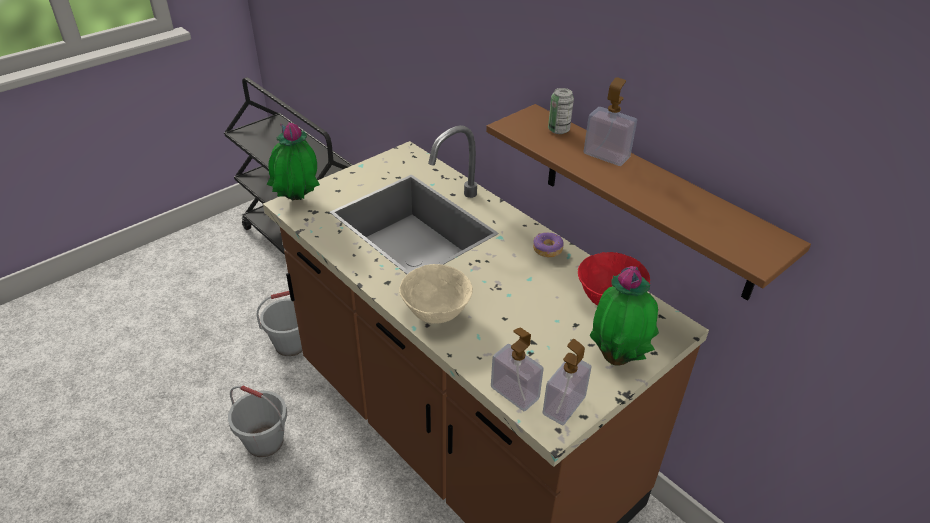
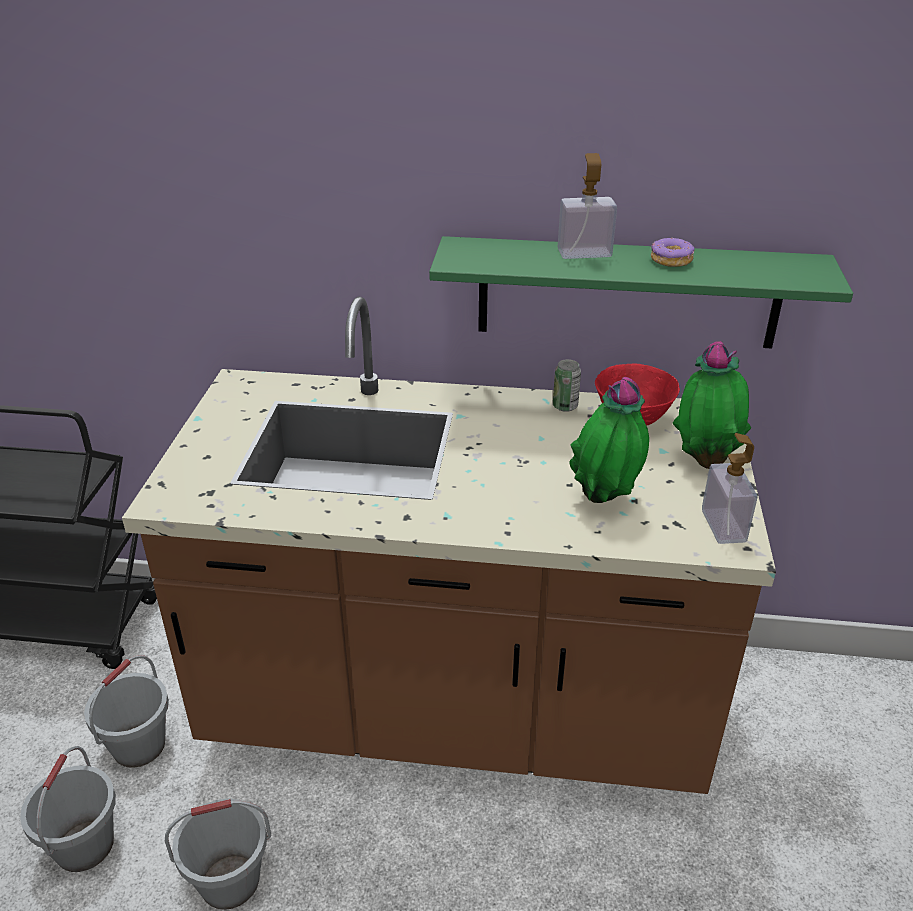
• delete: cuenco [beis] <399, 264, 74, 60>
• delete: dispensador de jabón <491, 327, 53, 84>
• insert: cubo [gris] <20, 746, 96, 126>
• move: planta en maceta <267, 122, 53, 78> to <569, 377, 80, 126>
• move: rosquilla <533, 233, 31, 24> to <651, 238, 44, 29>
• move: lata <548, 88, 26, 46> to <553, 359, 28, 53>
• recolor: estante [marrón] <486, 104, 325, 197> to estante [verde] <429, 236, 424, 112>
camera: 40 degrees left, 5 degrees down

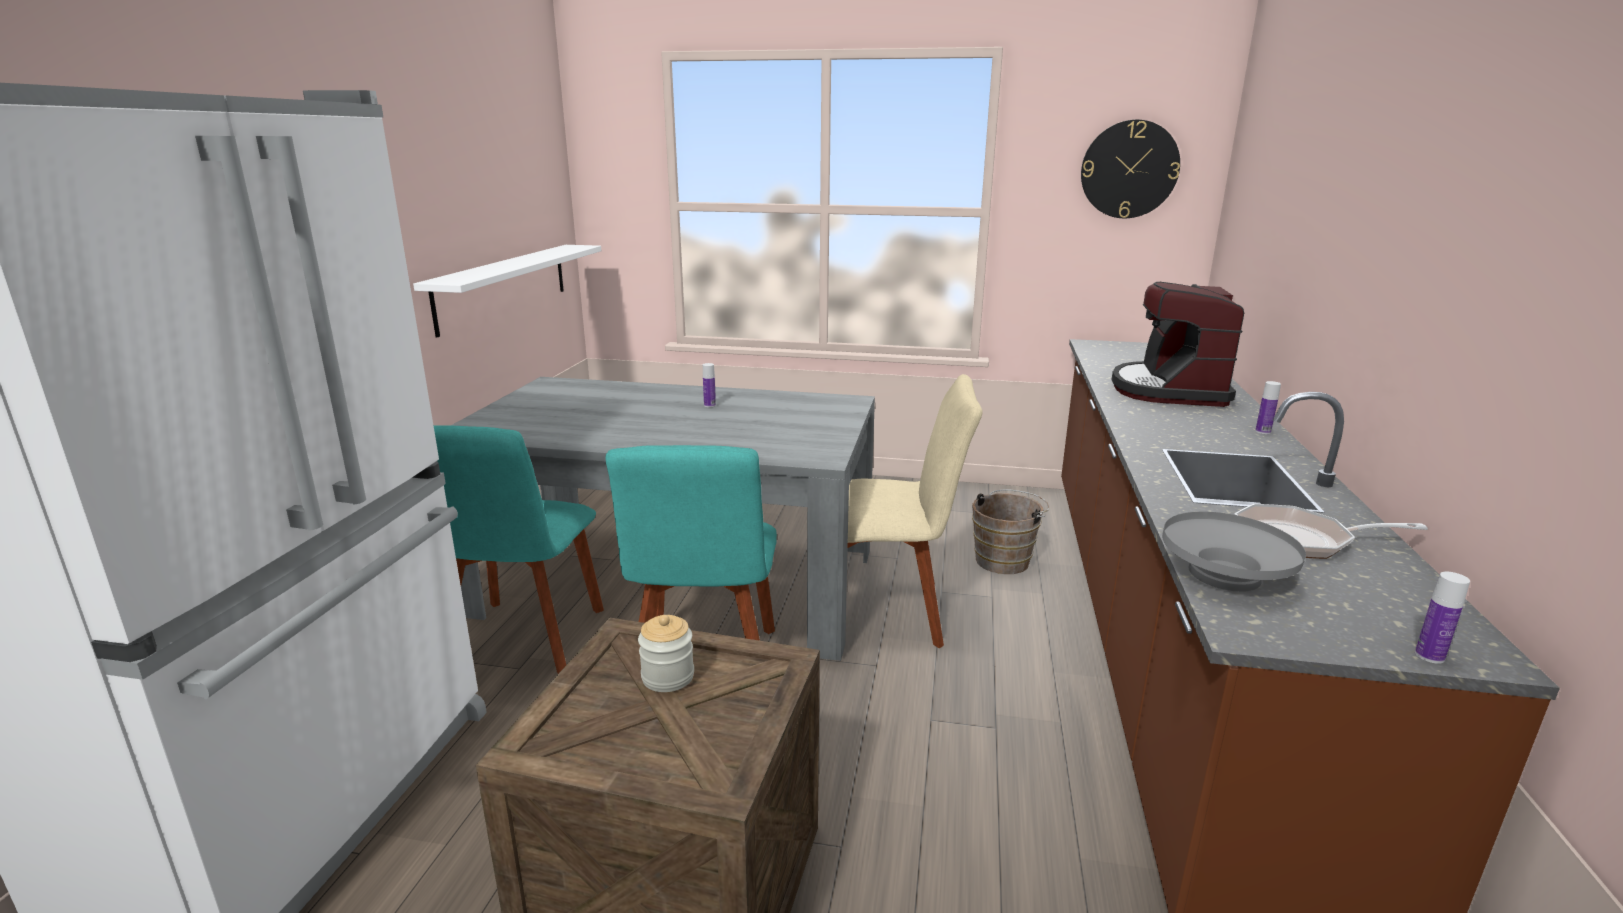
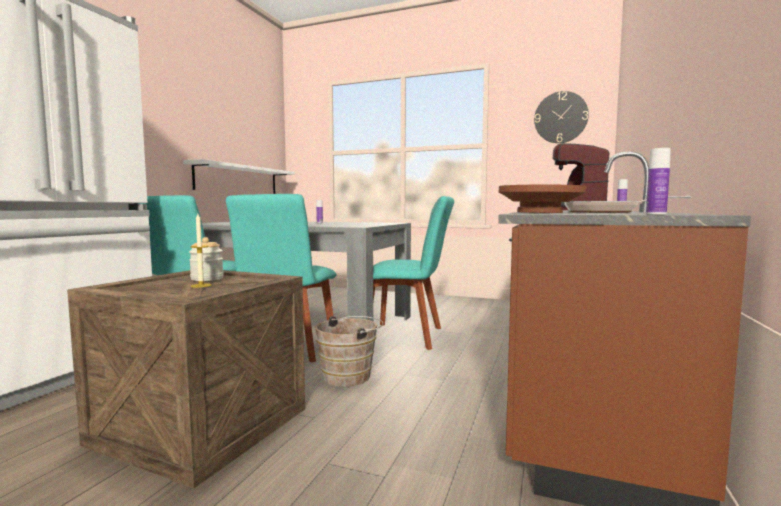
• insert: vela <191, 214, 21, 74>
• move: cubo [marrón] <972, 490, 77, 84> to <315, 316, 68, 71>
• recolor: silla [beis] <848, 374, 134, 274> to silla [turquesa] <373, 196, 81, 154>
• recolor: cuenco [gris] <1162, 512, 144, 80> to cuenco [marrón] <499, 185, 87, 28>
camera: 10 degrees right, 15 degrees down

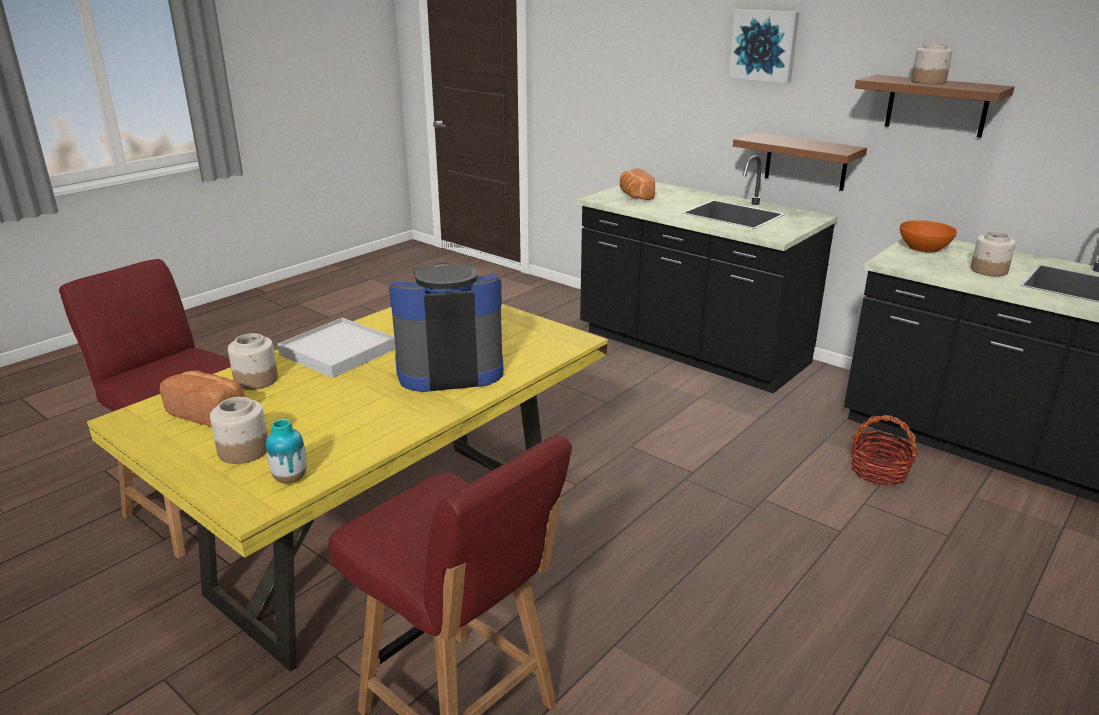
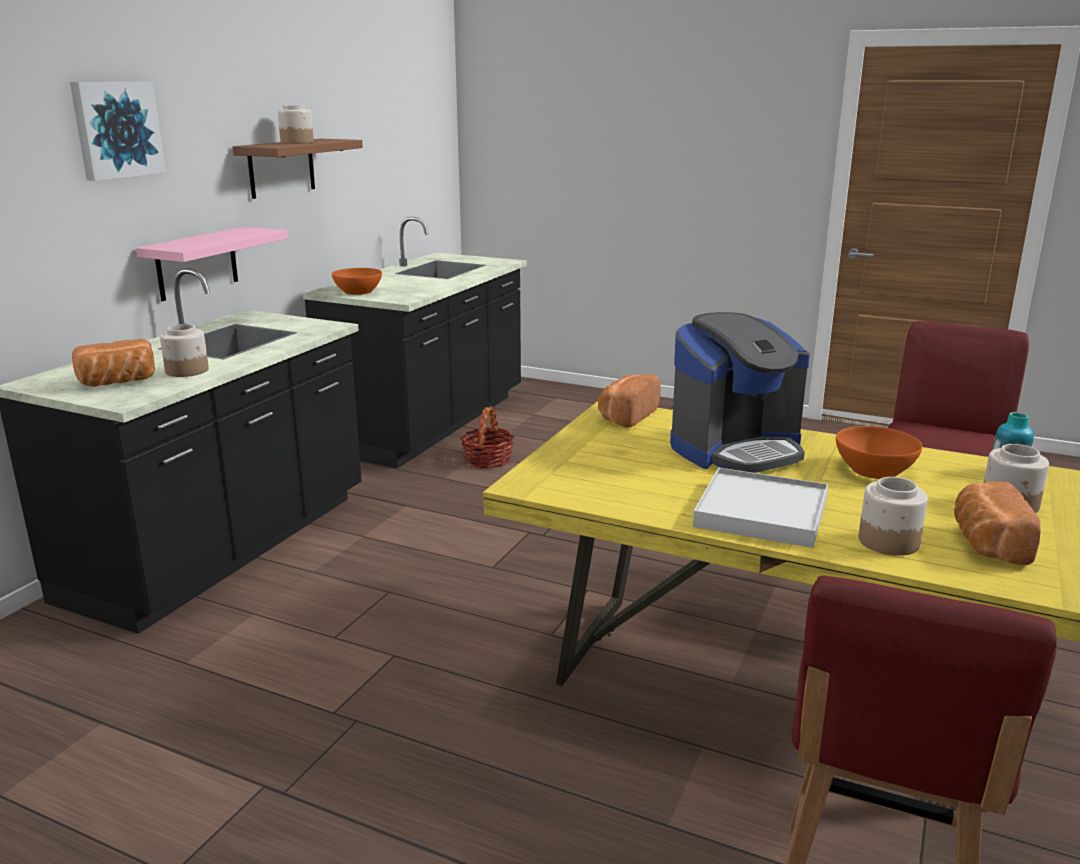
• insert: pan <598, 374, 63, 54>
• insert: cuenco [naranja] <836, 426, 86, 53>
• move: tarro <971, 232, 45, 45> to <160, 324, 49, 53>
• recolor: estante [marrón] <733, 132, 134, 59> to estante [rosa] <136, 227, 152, 74>
• rotate: cafetera <389, 263, 114, 129> = <670, 312, 140, 161> 90 degrees counterclockwise
camera: 105 degrees left, 5 degrees down

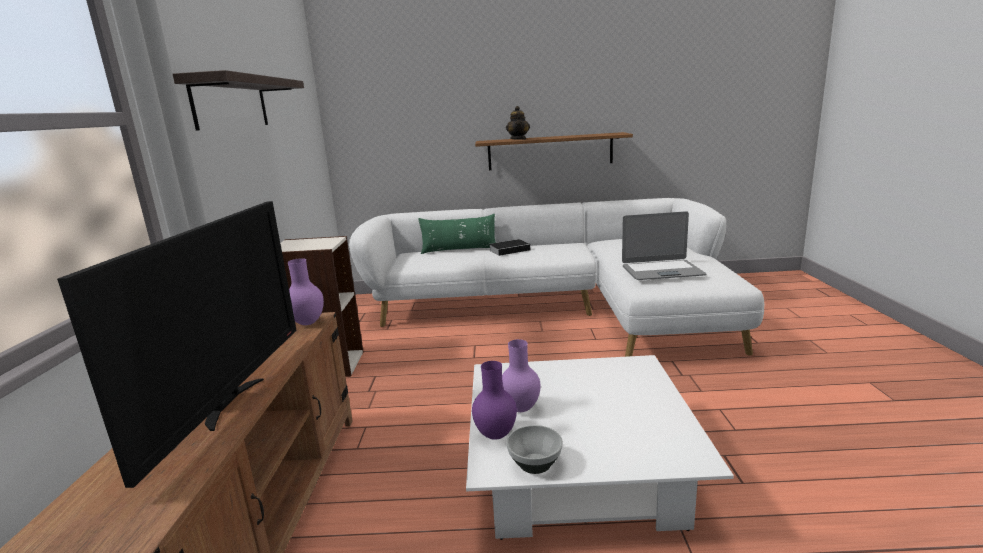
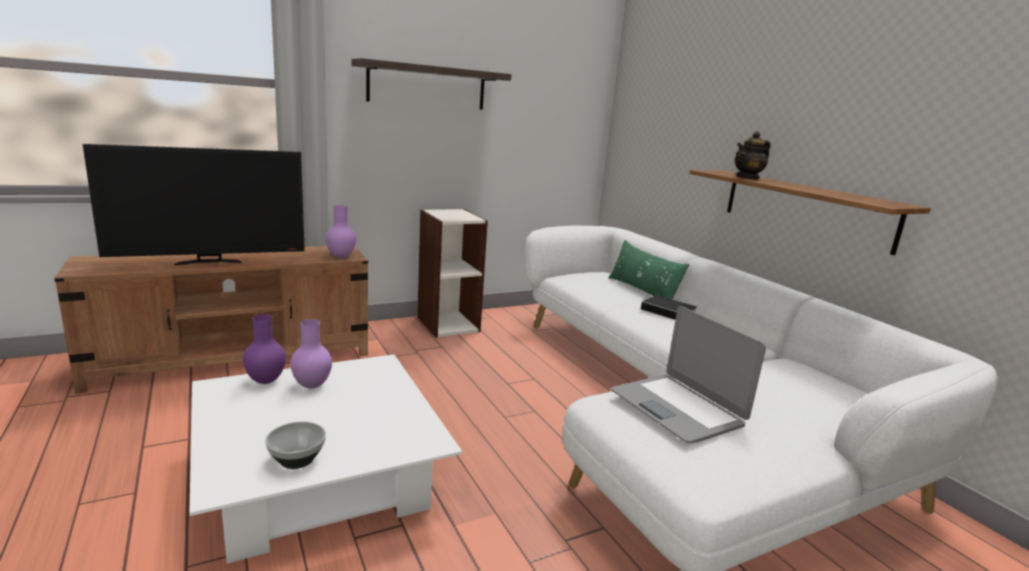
• move: cuenco <506, 425, 57, 49> to <265, 422, 61, 47>
camera: 60 degrees right, 0 degrees up

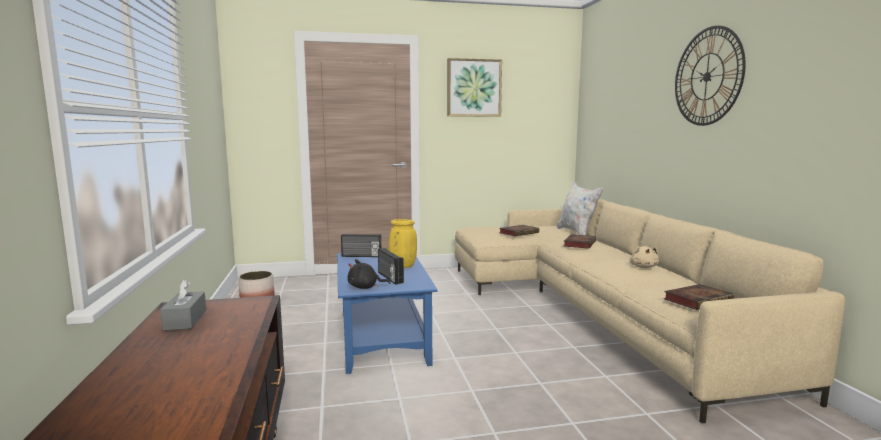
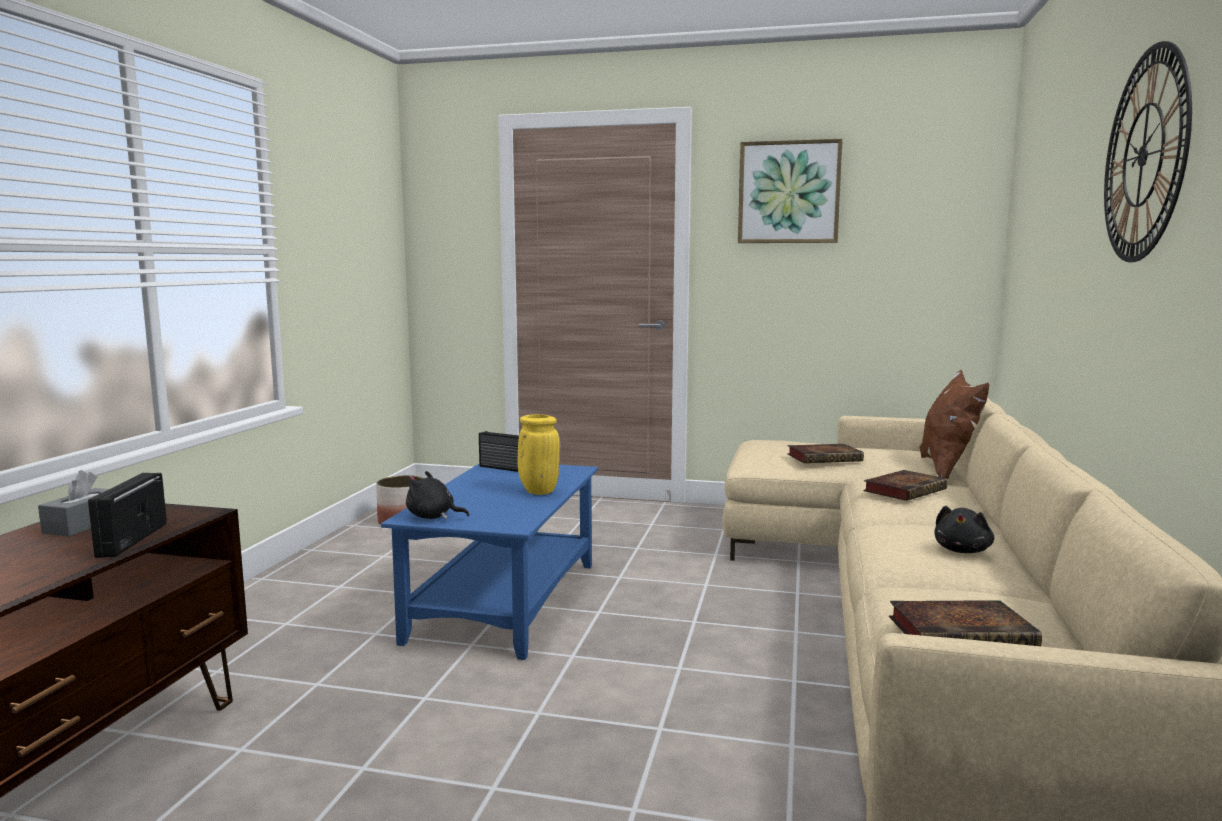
• move: radio <378, 248, 26, 37> to <88, 473, 79, 85>
• recolor: cojín [blanco] <557, 182, 46, 53> to cojín [marrón] <920, 370, 70, 109>
• recolor: peluche [beis] <629, 246, 30, 22> to peluche [negro] <934, 506, 60, 47>
camera: 25 degrees right, 0 degrees up

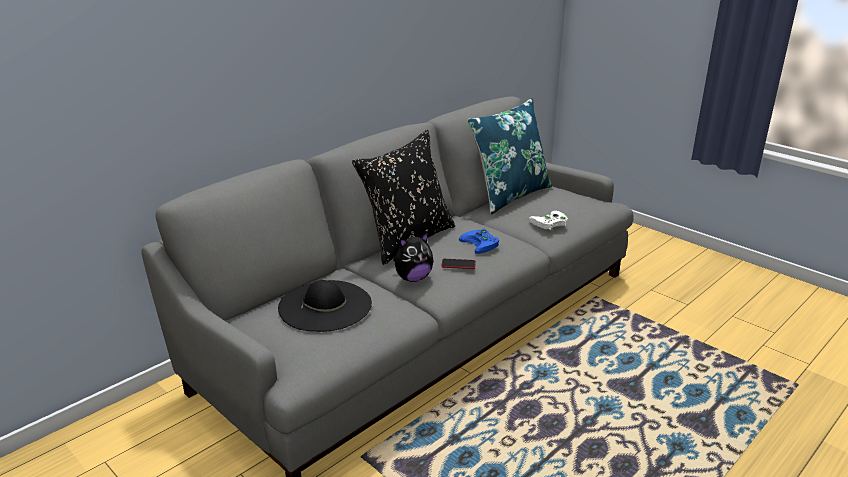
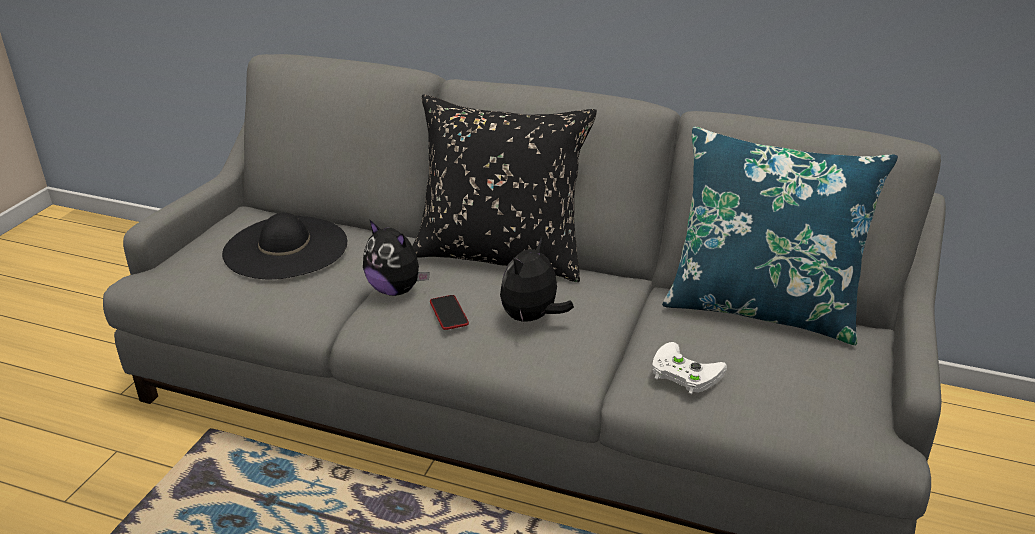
• replace: mando de consola [azul] <459, 228, 40, 26> to peluche <500, 238, 74, 85>
camera: 65 degrees right, 5 degrees up

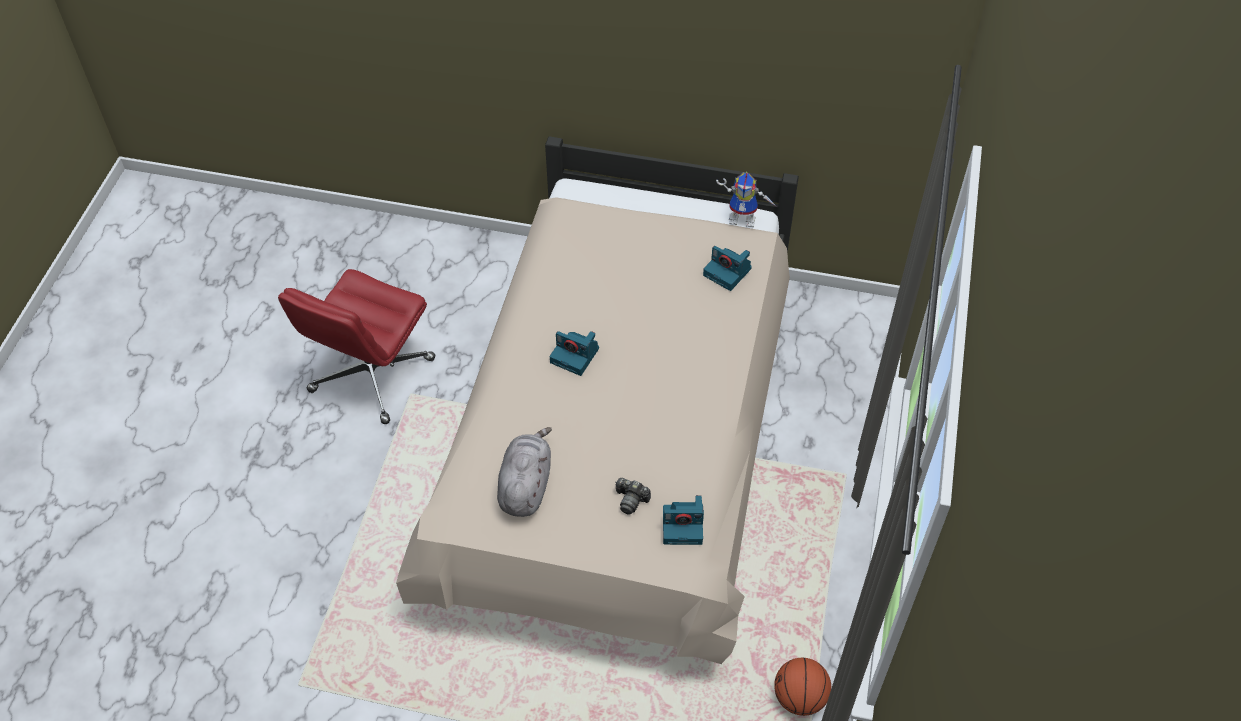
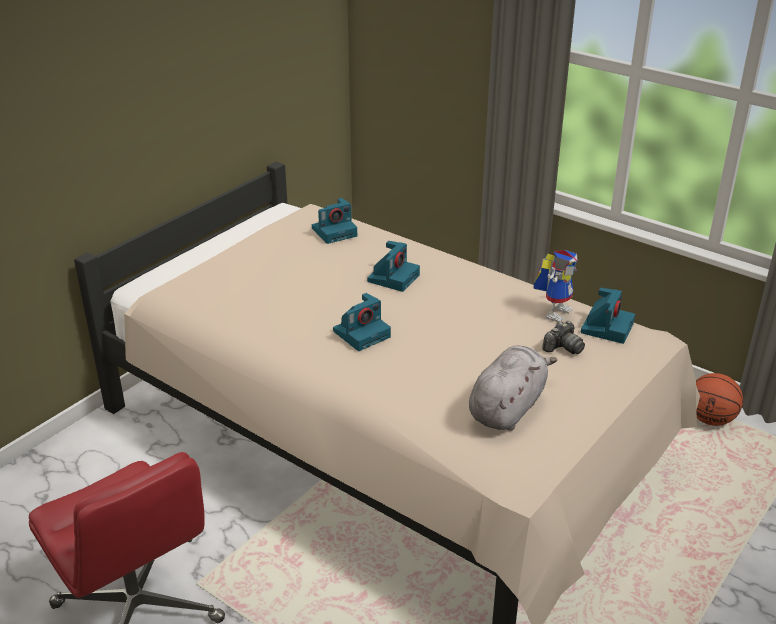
• insert: cámara <367, 241, 53, 51>
• move: robot de juguete <716, 172, 62, 55> to <533, 250, 44, 73>
• rotate: peluche [gris] <497, 427, 55, 90> = <469, 345, 88, 86> 90 degrees clockwise
camera: 65 degrees left, 20 degrees down

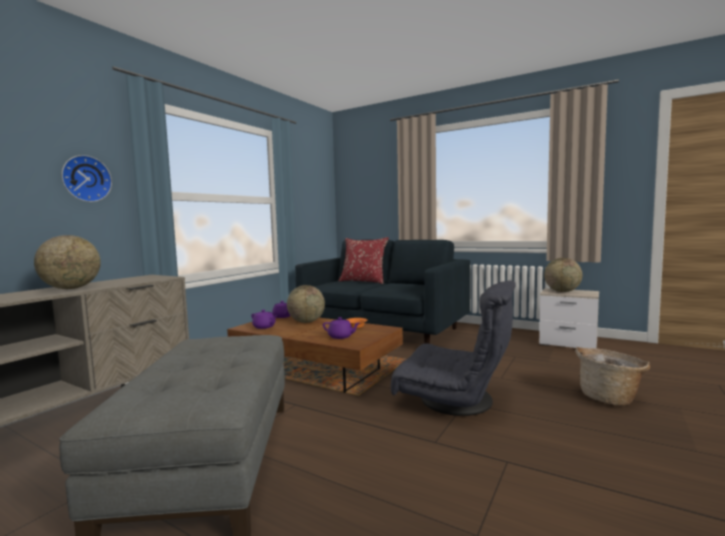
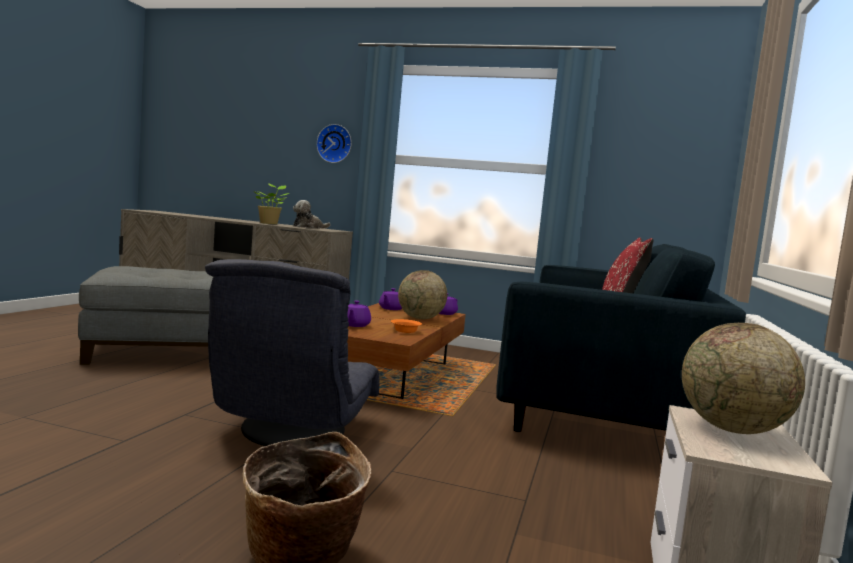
• insert: peluche <293, 200, 37, 29>
• replace: globo terráqueo <34, 235, 67, 54> to planta en maceta <253, 183, 37, 41>
camera: 75 degrees right, 0 degrees up

